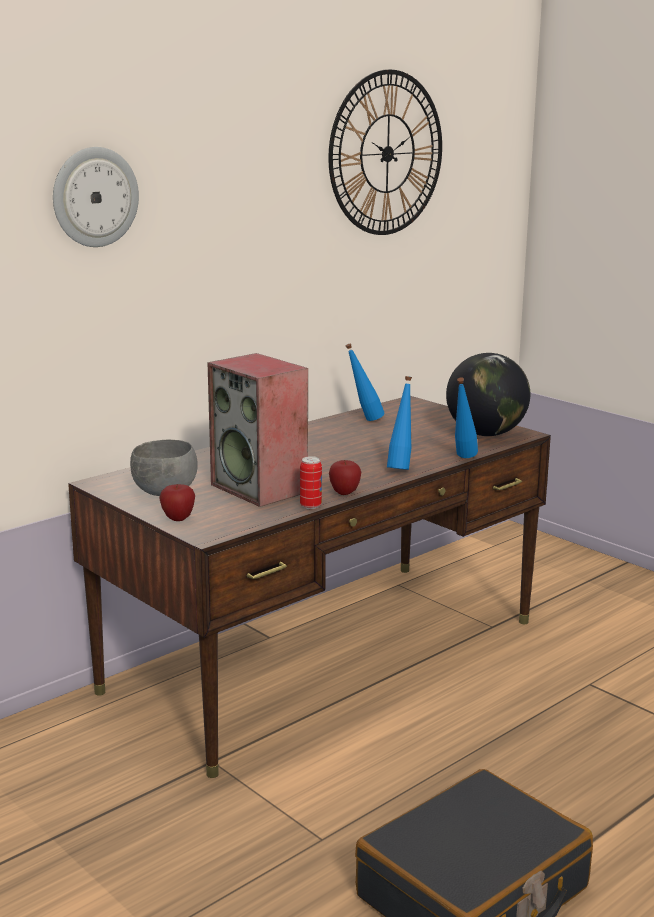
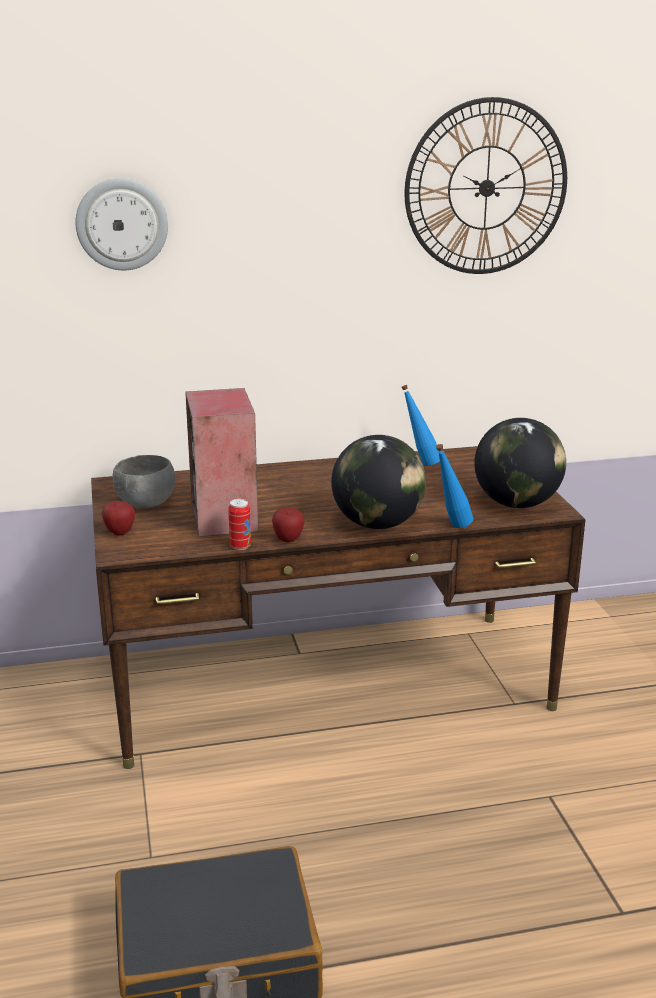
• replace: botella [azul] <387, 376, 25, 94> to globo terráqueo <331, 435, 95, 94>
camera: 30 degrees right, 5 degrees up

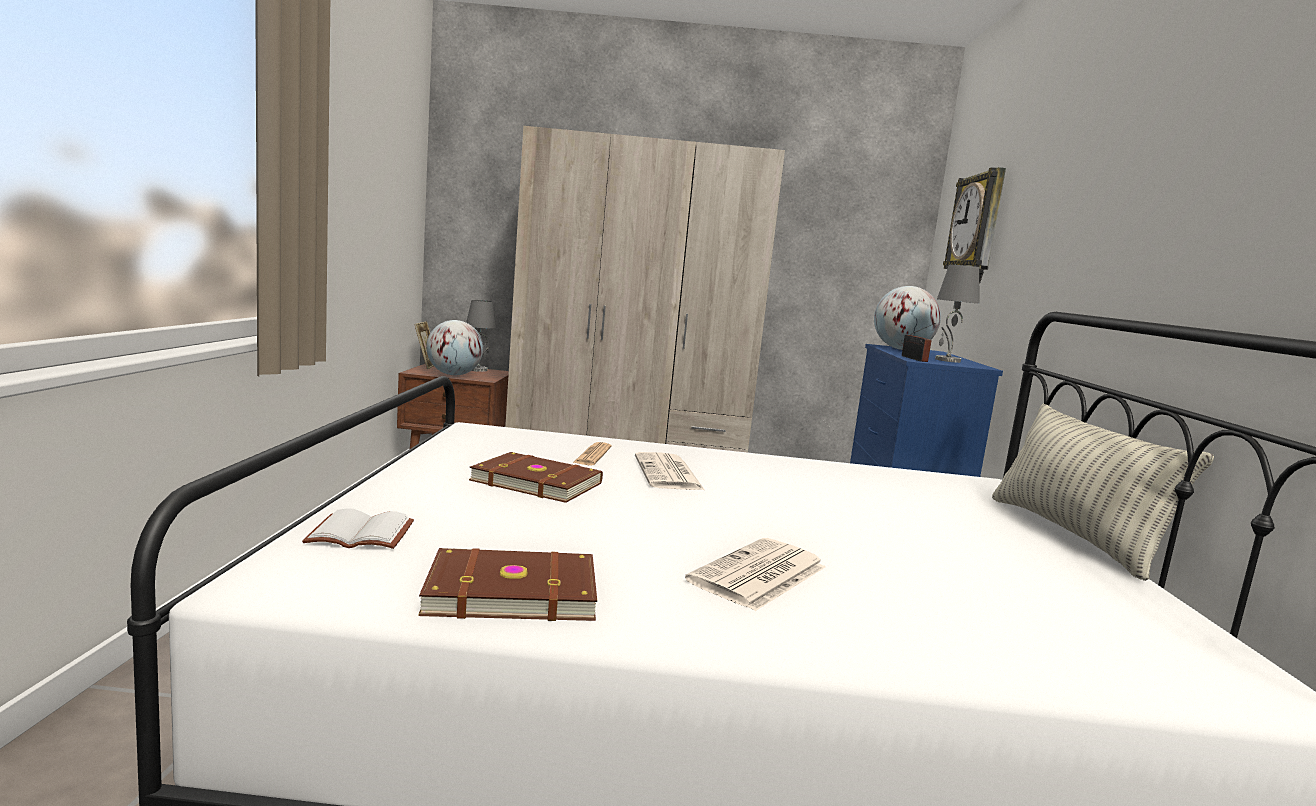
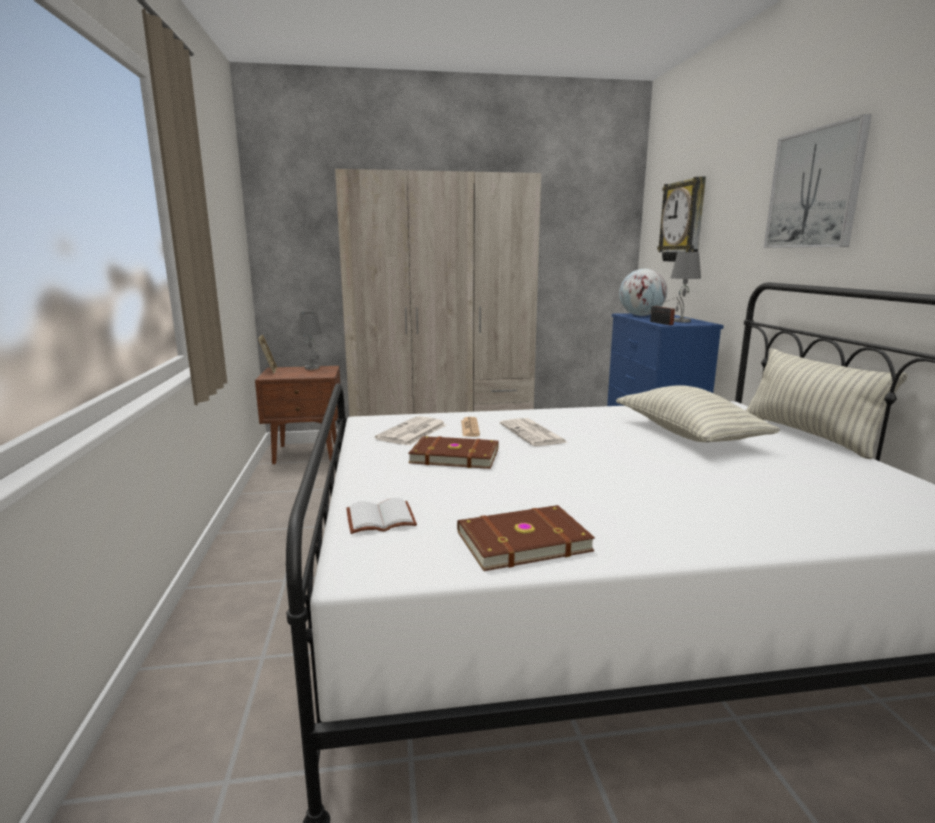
• delete: globo terráqueo <426, 320, 57, 55>
• insert: cojín <616, 385, 164, 58>
• insert: cuadro <764, 114, 108, 134>
• move: periódico <685, 538, 140, 73> to <375, 416, 71, 29>
camera: 10 degrees left, 5 degrees up

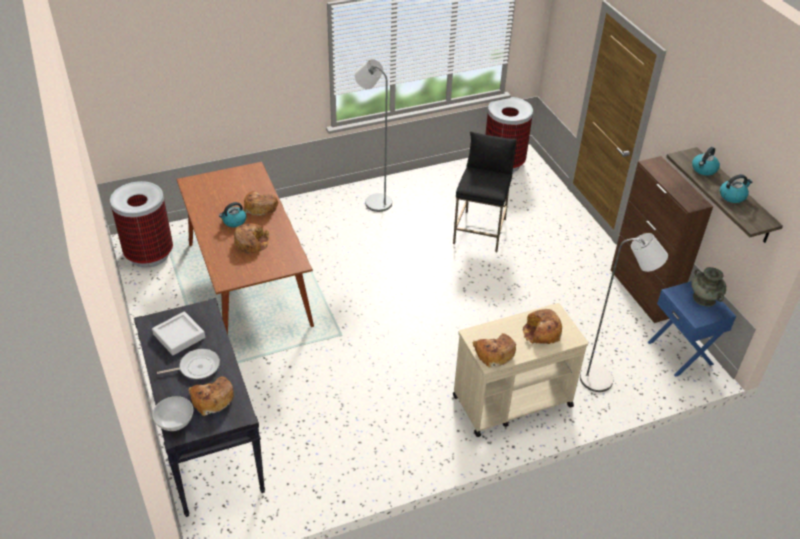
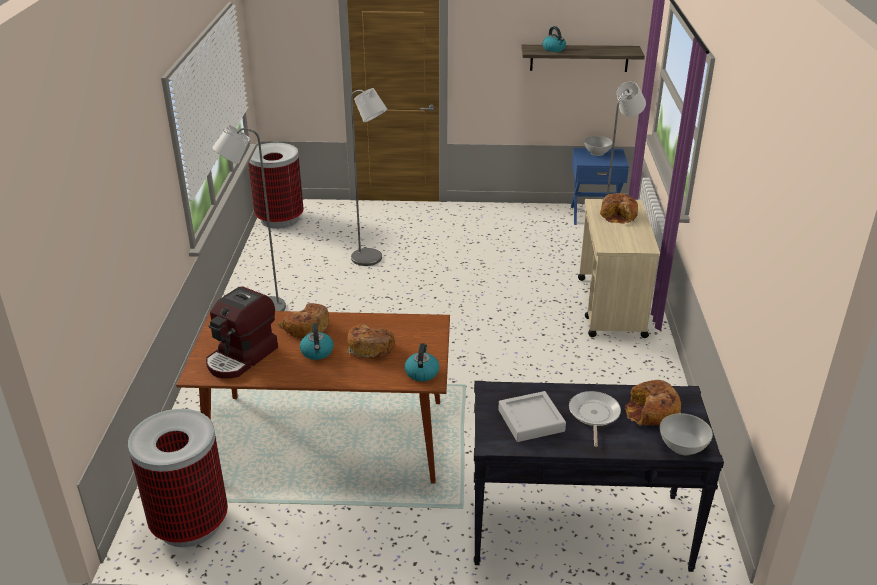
• delete: pan <472, 333, 44, 34>
• delete: armario [marrón] <611, 156, 102, 167>
• insert: cafetera <206, 286, 72, 93>
• move: hervidor <720, 174, 32, 29> to <405, 343, 34, 38>
• replace: taburete [negro] <453, 132, 63, 120> to lámpara de pie [gris] <351, 88, 36, 178>
• replace: florero [turquesa] <691, 267, 35, 39> to cuenco [blanco] <584, 136, 29, 20>
camera: 65 degrees left, 10 degrees down

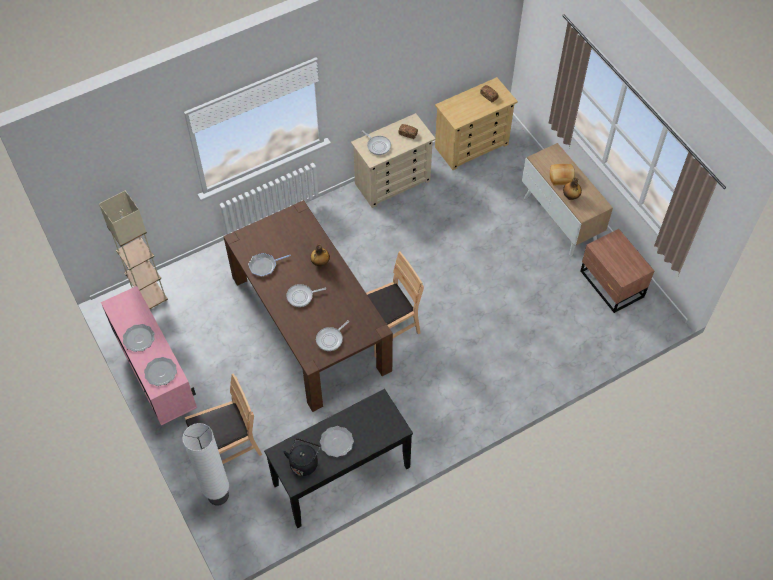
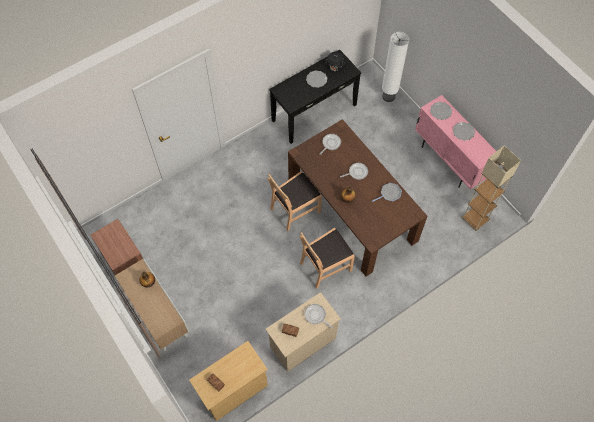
• delete: pan <550, 164, 25, 21>
• move: silla [marrón] <185, 373, 77, 91> to <299, 228, 56, 61>
camera: 175 degrees right, 5 degrees up

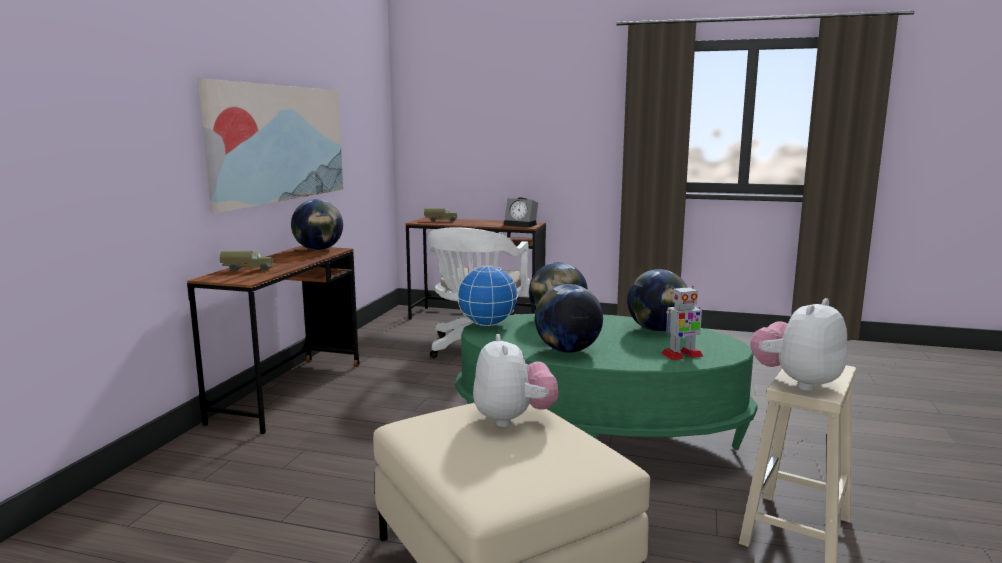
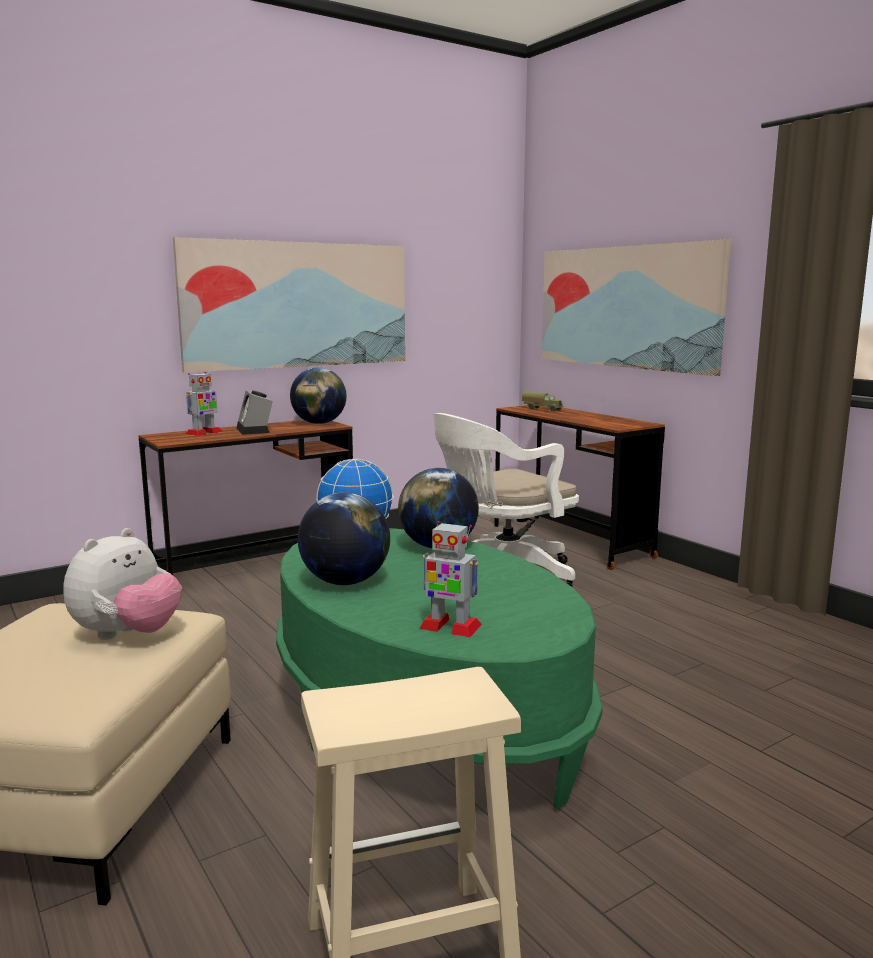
• delete: globo terráqueo <627, 269, 61, 62>
• delete: peluche <751, 298, 97, 93>
• insert: cuadro <541, 239, 190, 137>
• move: despertador <504, 197, 34, 30> to <236, 391, 37, 44>
• replace: camión de juguete <220, 251, 54, 21> to robot de juguete <186, 372, 37, 64>
camera: 40 degrees right, 0 degrees up

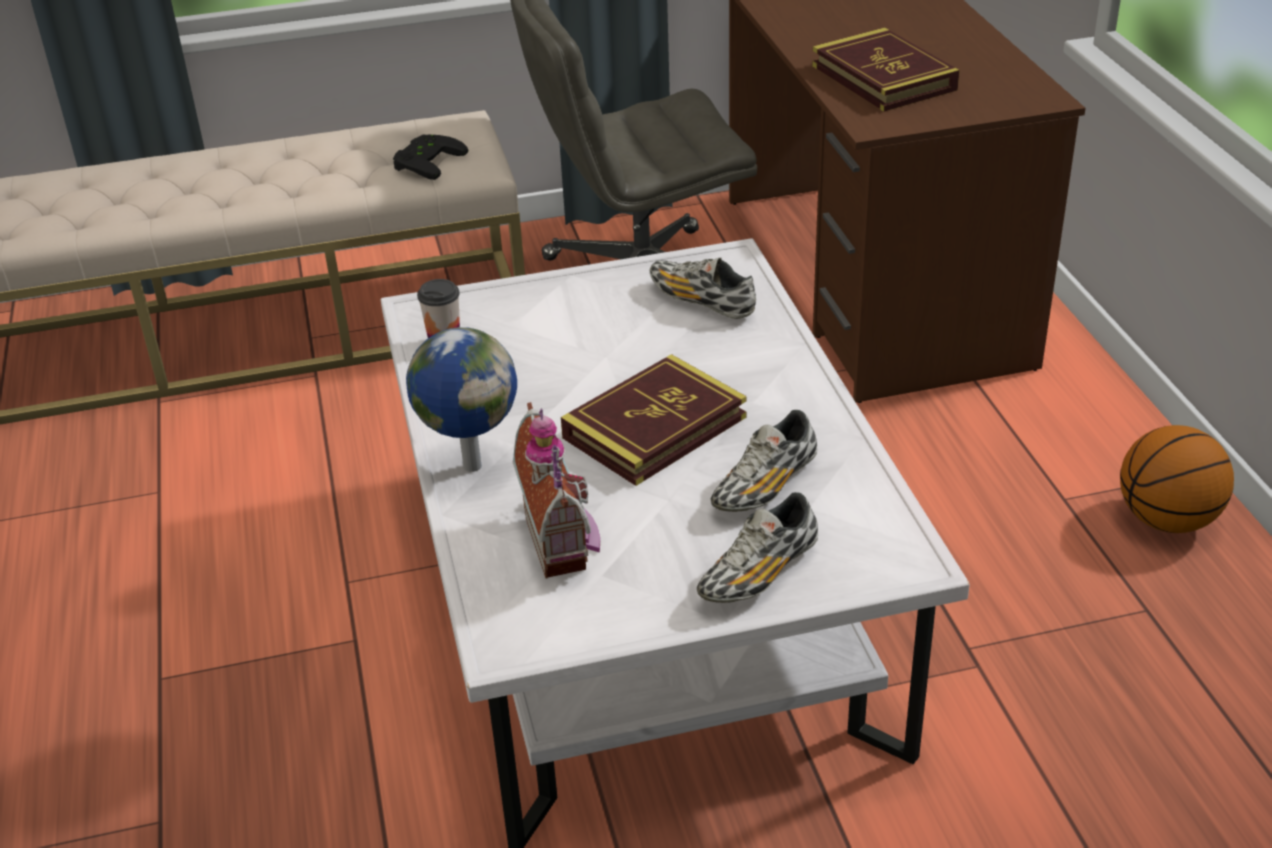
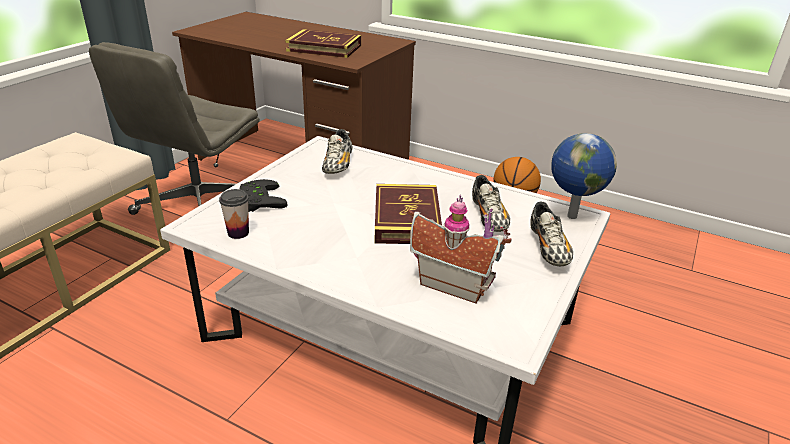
• move: mando de consola [negro] <393, 134, 75, 46> to <240, 179, 48, 33>
• move: globo terráqueo <406, 327, 111, 145> to <551, 133, 66, 86>
• rotate: zapato <650, 258, 106, 61> = <322, 129, 31, 45> 75 degrees counterclockwise
camera: 50 degrees left, 5 degrees down

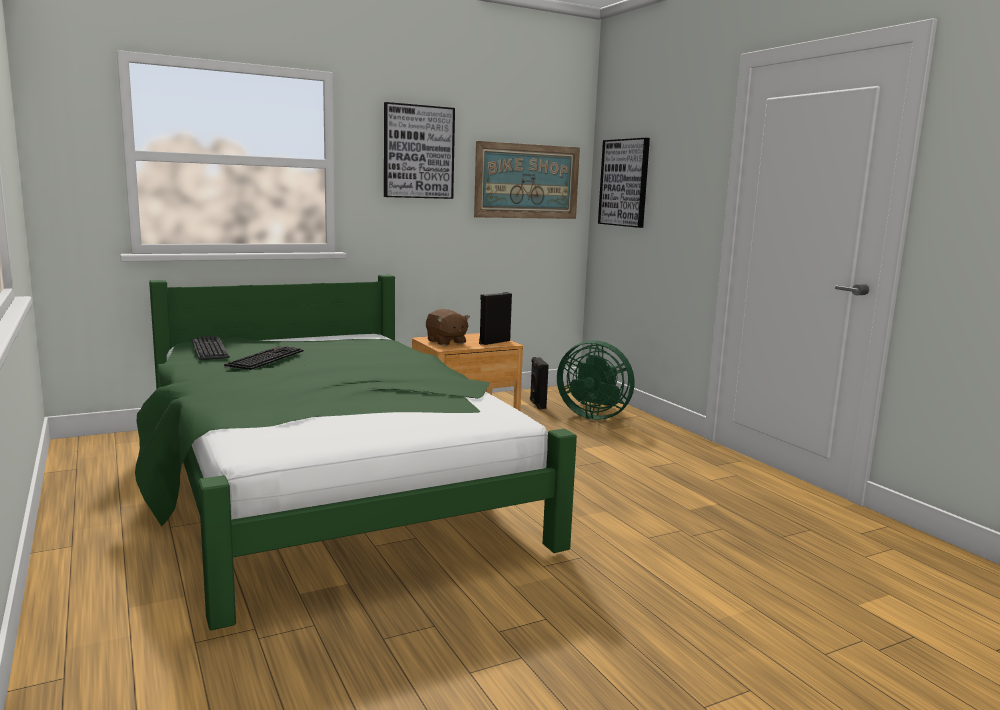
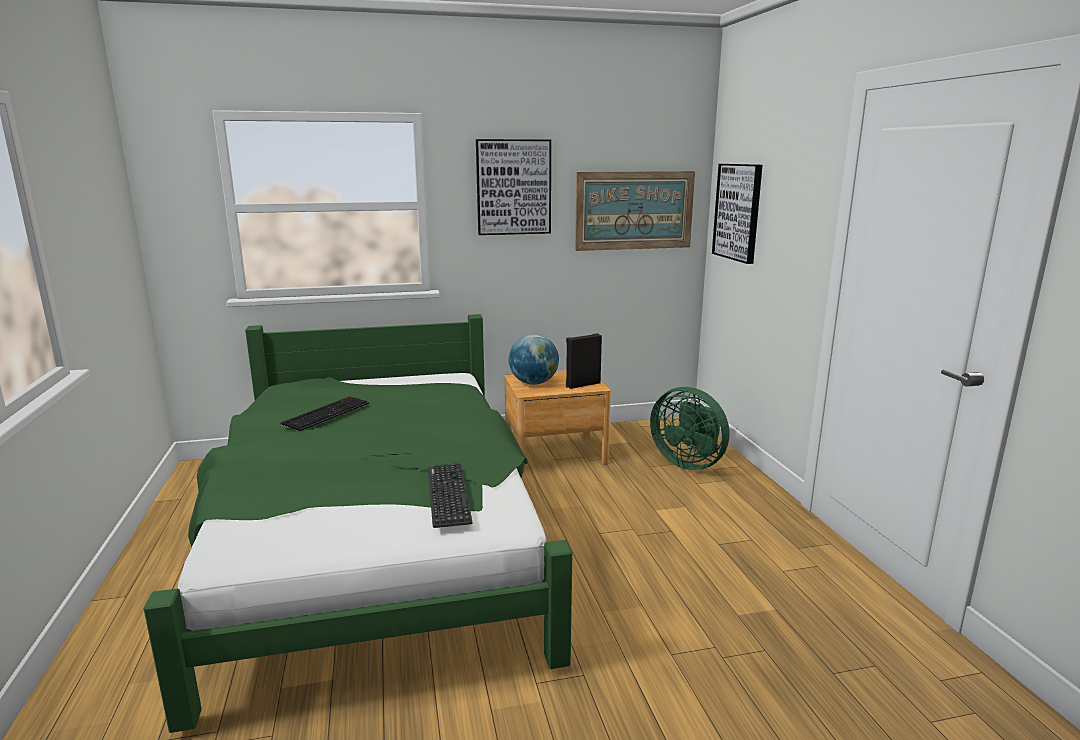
• delete: altavoz [negro] <530, 357, 19, 53>
• move: teclado <191, 336, 39, 24> to <428, 463, 45, 65>
• replace: peluche [marrón] <426, 309, 44, 37> to globo terráqueo <509, 334, 50, 51>
camera: 15 degrees right, 5 degrees up

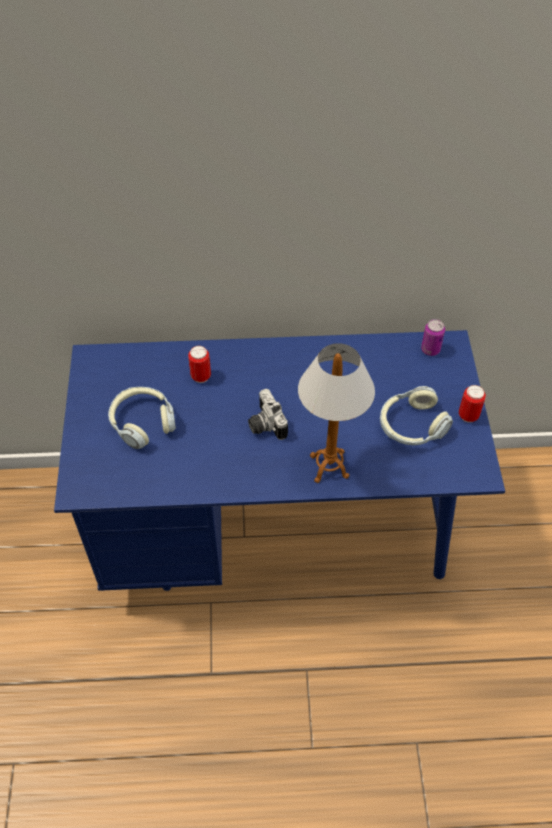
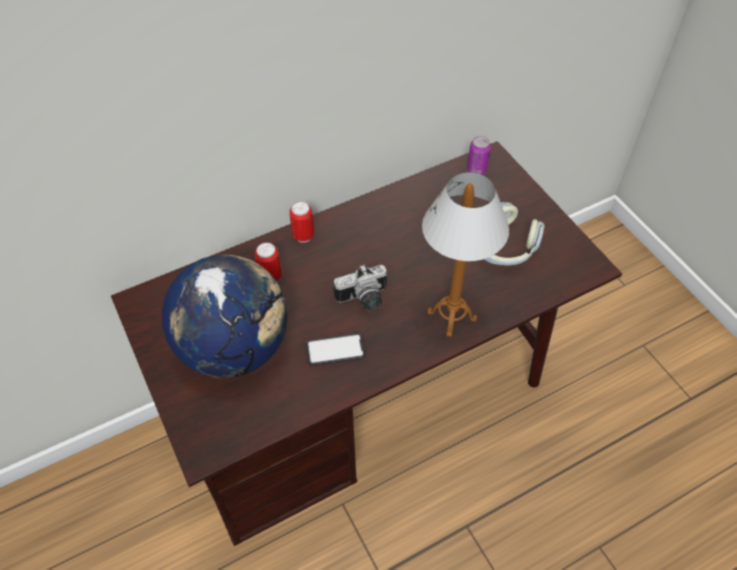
• insert: móvil <305, 333, 61, 33>
• move: lata <459, 385, 27, 38> to <289, 201, 25, 42>
• replace: auriculares <108, 387, 68, 62> to globo terráqueo <162, 254, 125, 124>
• recolor: escritorio [azul] <54, 330, 451, 261> to escritorio [marrón] <111, 141, 511, 405>
• rotate: cámara <248, 389, 40, 51> = <333, 265, 54, 46> 60 degrees counterclockwise
camera: 25 degrees left, 0 degrees up

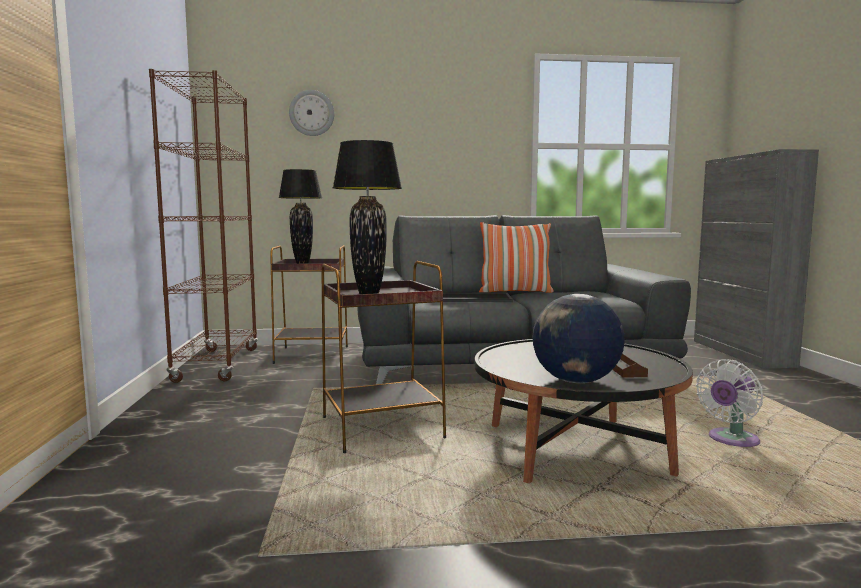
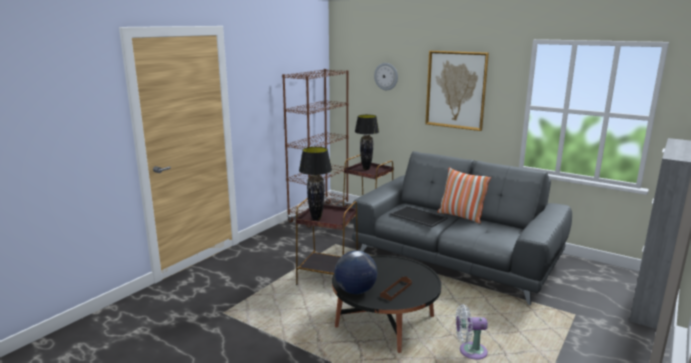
• insert: cuadro <425, 51, 64, 80>
camera: 40 degrees right, 10 degrees up

